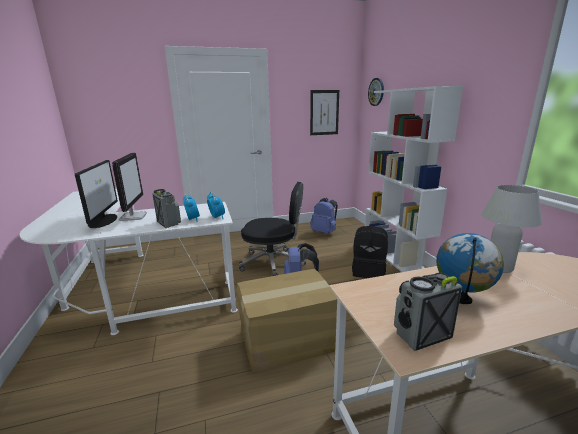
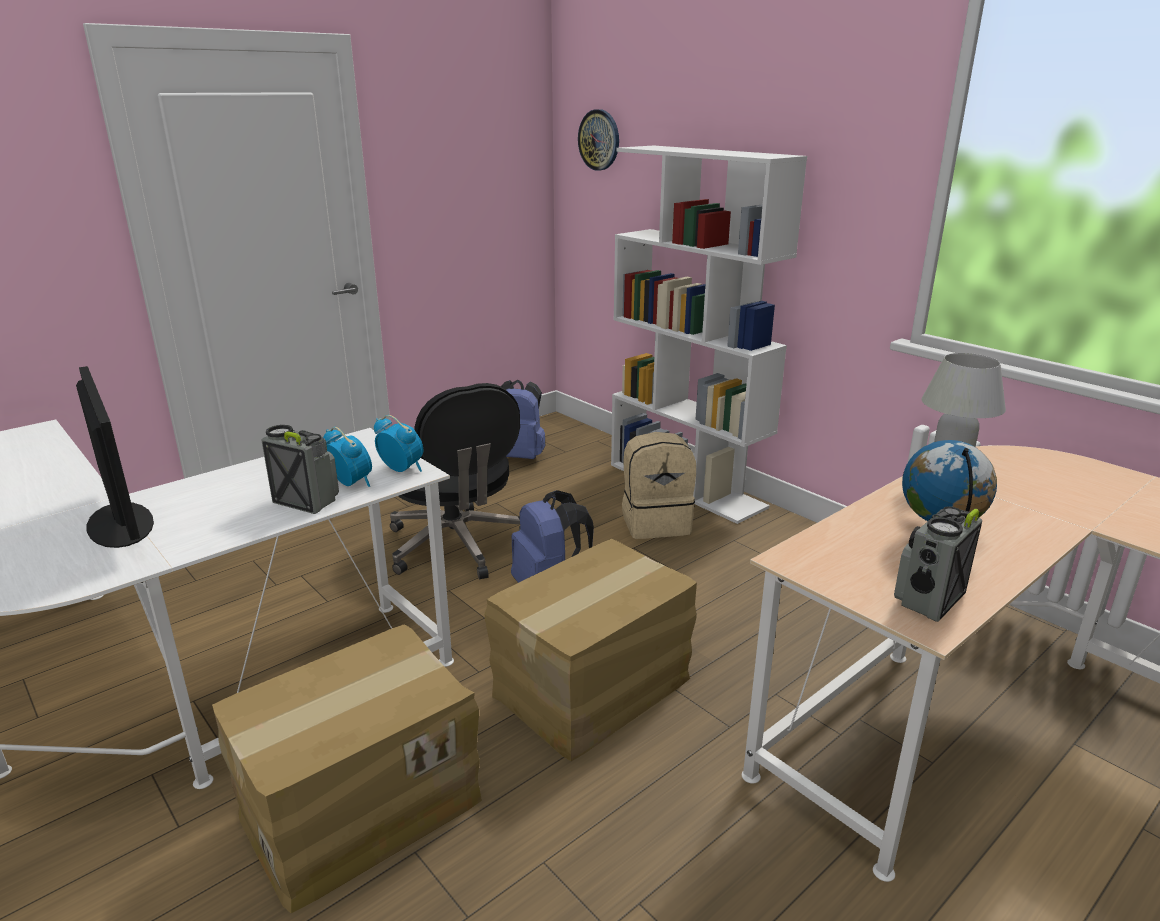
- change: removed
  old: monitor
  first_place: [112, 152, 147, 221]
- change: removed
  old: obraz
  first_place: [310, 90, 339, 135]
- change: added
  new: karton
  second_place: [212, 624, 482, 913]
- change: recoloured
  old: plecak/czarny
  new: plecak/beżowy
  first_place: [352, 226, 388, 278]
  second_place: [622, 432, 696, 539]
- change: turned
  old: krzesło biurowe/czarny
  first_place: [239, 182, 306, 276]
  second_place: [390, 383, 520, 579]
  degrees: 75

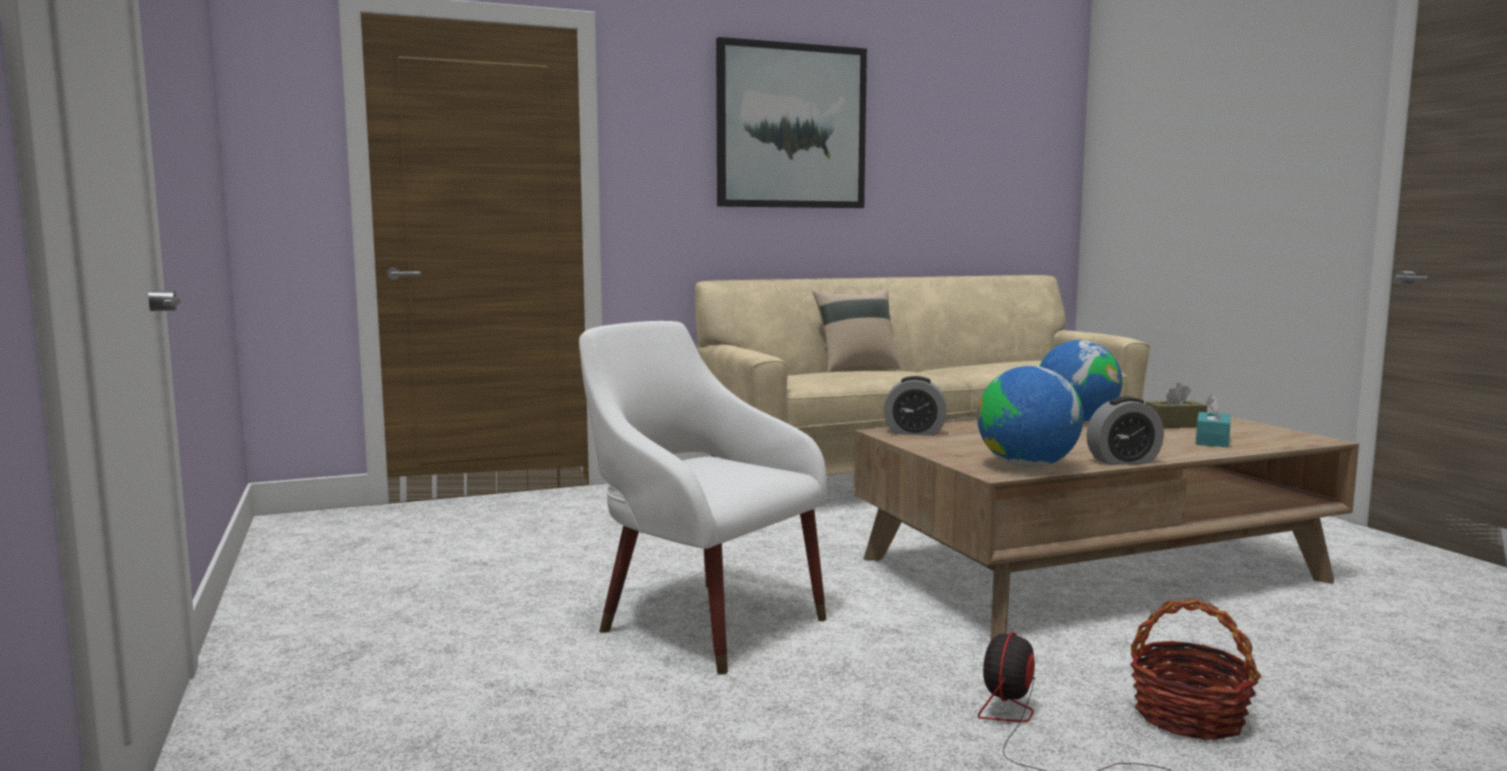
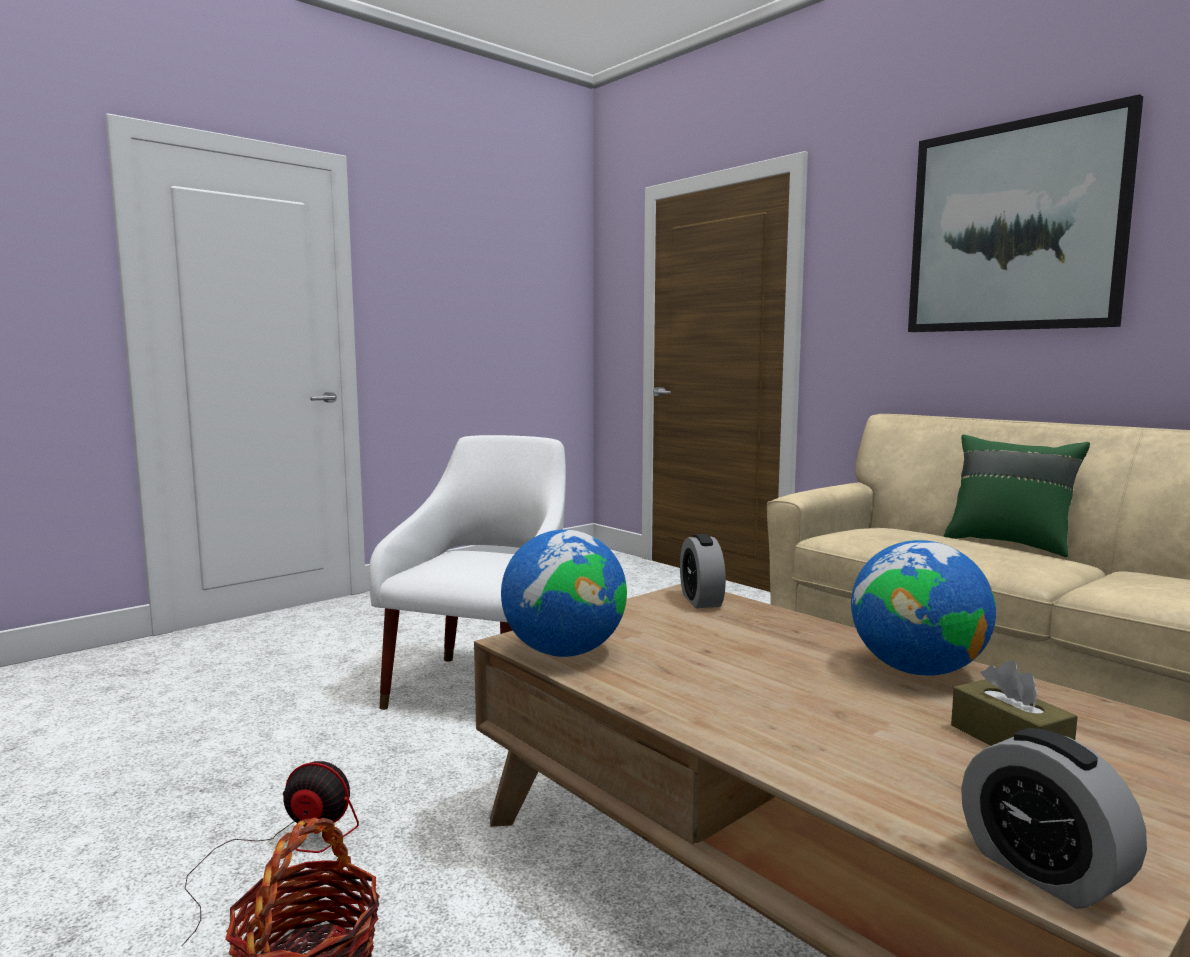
- change: removed
  old: pudełko chusteczek/turkusowy
  first_place: [1196, 394, 1230, 447]
- change: moved
  old: budzik
  first_place: [1087, 396, 1164, 465]
  second_place: [961, 728, 1147, 909]
- change: recoloured
  old: poduszka/beżowy
  new: poduszka/zielony
  first_place: [812, 288, 900, 372]
  second_place: [943, 434, 1090, 557]

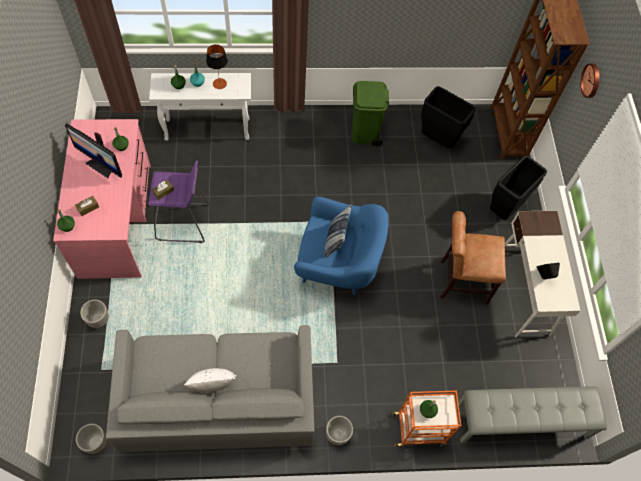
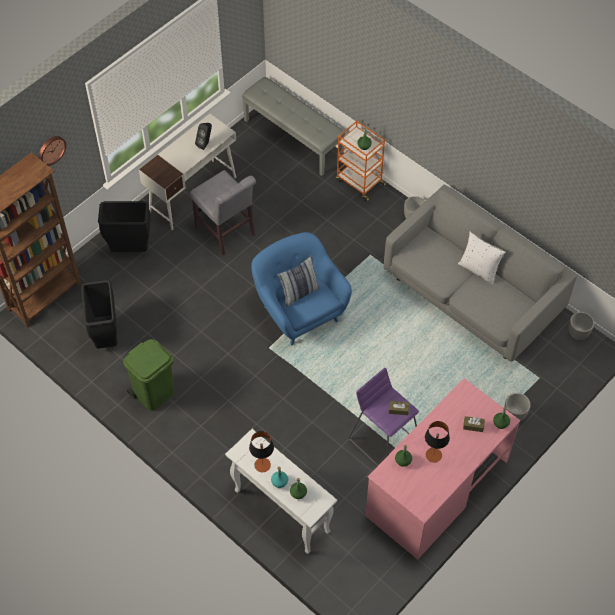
- change: replaced
  old: monitor
  new: lampa stołowa
  first_place: [65, 124, 122, 178]
  second_place: [425, 421, 450, 463]
- change: recoloured
  old: krzesło/brązowy
  new: krzesło/szary
  first_place: [440, 211, 506, 304]
  second_place: [190, 170, 256, 255]

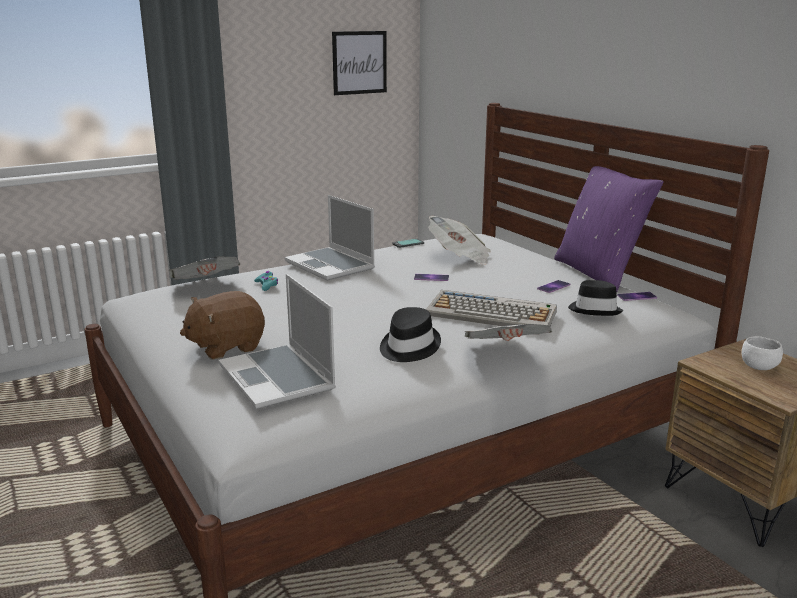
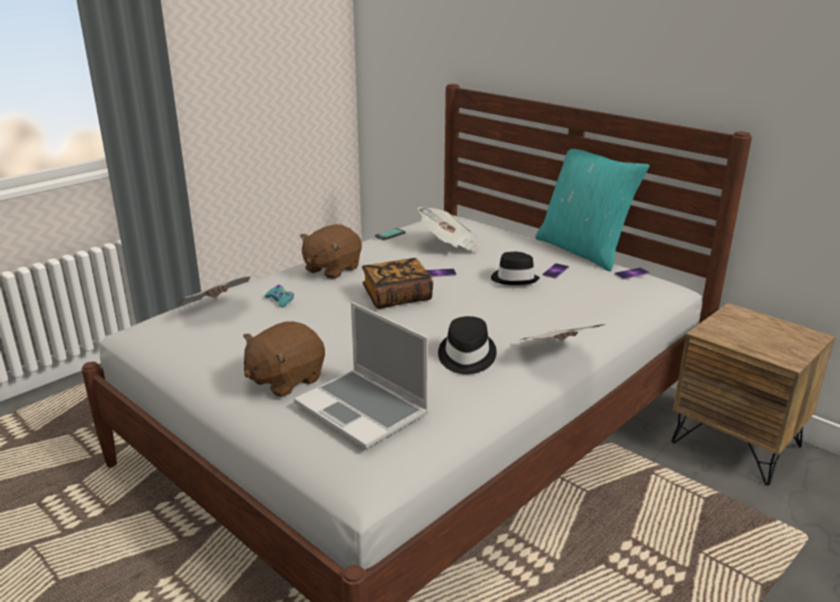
- change: removed
  old: obraz
  first_place: [332, 31, 387, 95]
- change: removed
  old: klawiatura
  first_place: [426, 290, 557, 326]
- change: removed
  old: miska/biały
  first_place: [742, 336, 783, 370]
- change: added
  new: książka
  second_place: [362, 258, 433, 309]
- change: moved
  old: kapelusz/czarny
  first_place: [568, 280, 623, 316]
  second_place: [491, 252, 540, 285]
- change: replaced
  old: laptop
  new: pluszak/brązowy
  first_place: [285, 195, 375, 281]
  second_place: [300, 224, 362, 279]
- change: recoloured
  old: poduszka/fioletowy
  new: poduszka/turkusowy
  first_place: [554, 166, 664, 293]
  second_place: [535, 149, 650, 272]

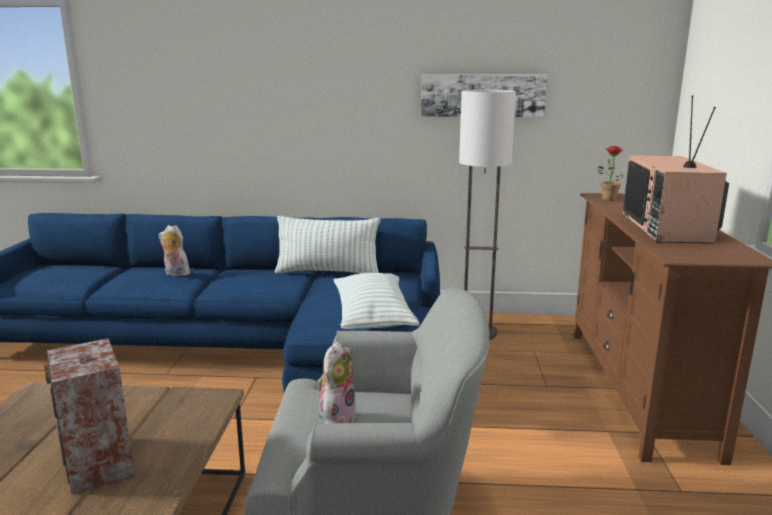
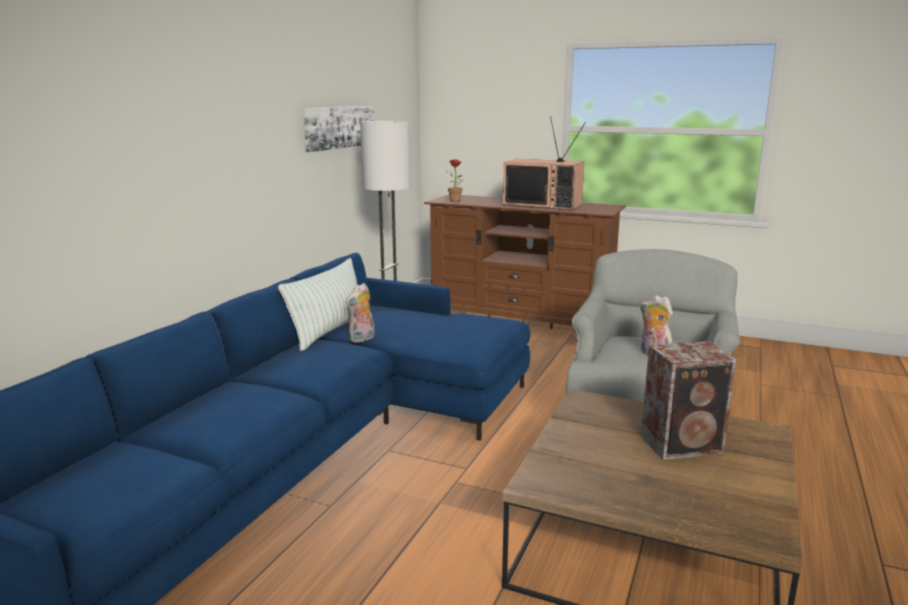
- change: removed
  old: poduszka
  first_place: [334, 273, 420, 329]
- change: moved
  old: pluszak
  first_place: [159, 225, 190, 276]
  second_place: [345, 283, 375, 343]

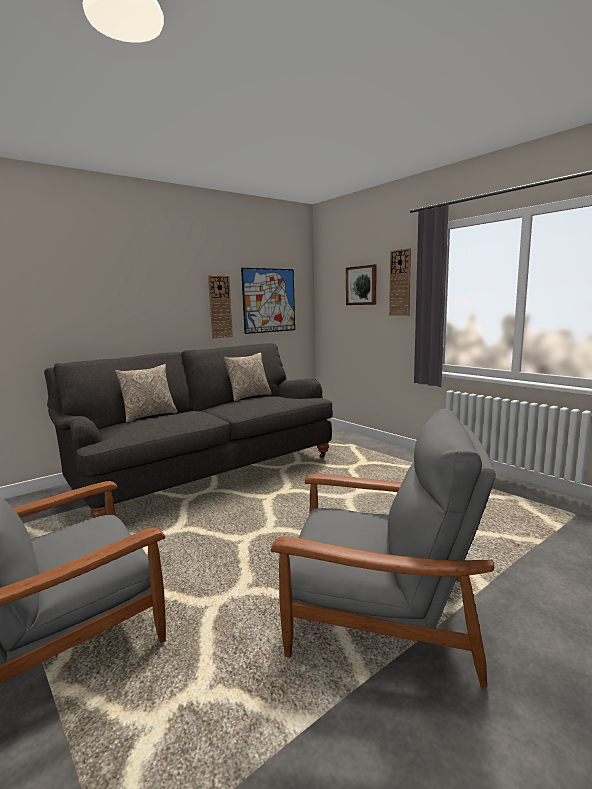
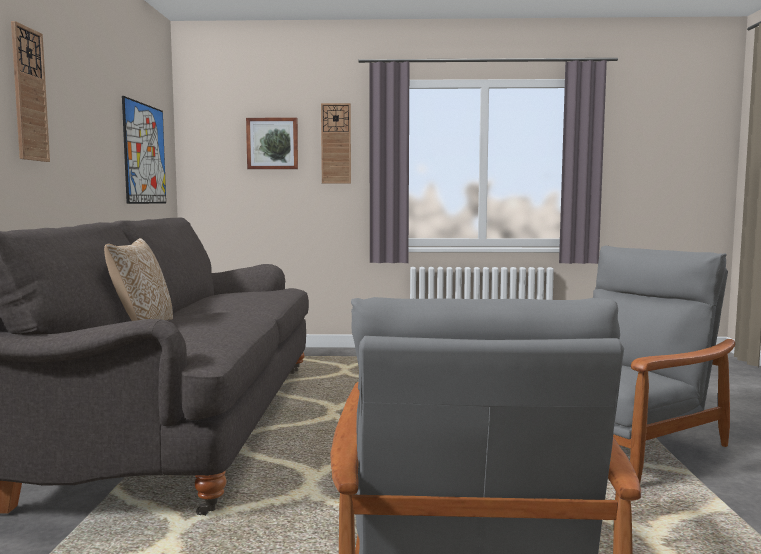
- change: removed
  old: poduszka
  first_place: [224, 352, 272, 402]
- change: moved
  old: zegar ścienny
  first_place: [208, 275, 233, 338]
  second_place: [11, 21, 50, 162]

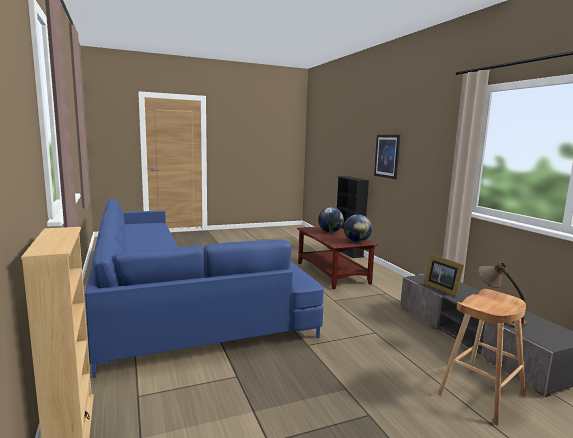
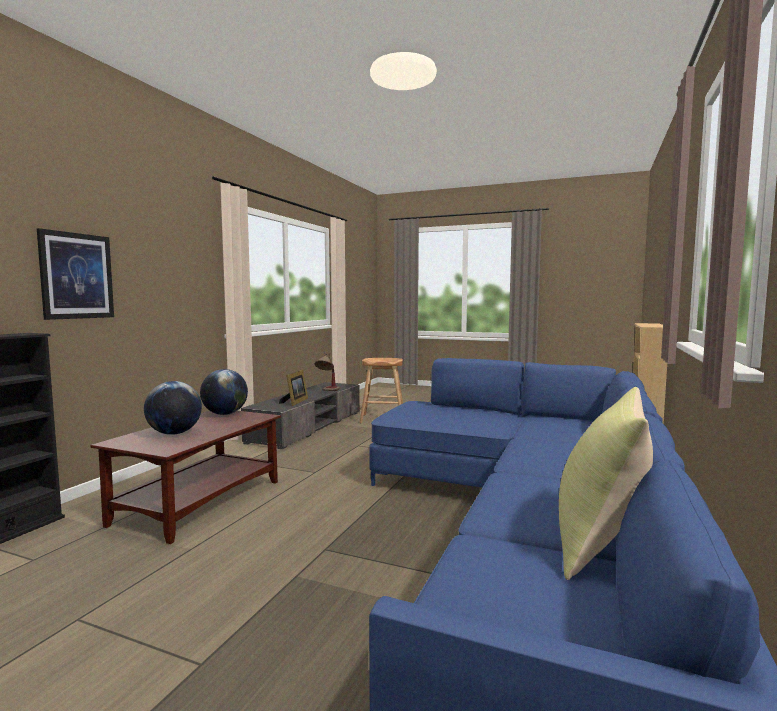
- change: added
  new: poduszka/żółty
  second_place: [559, 387, 653, 580]

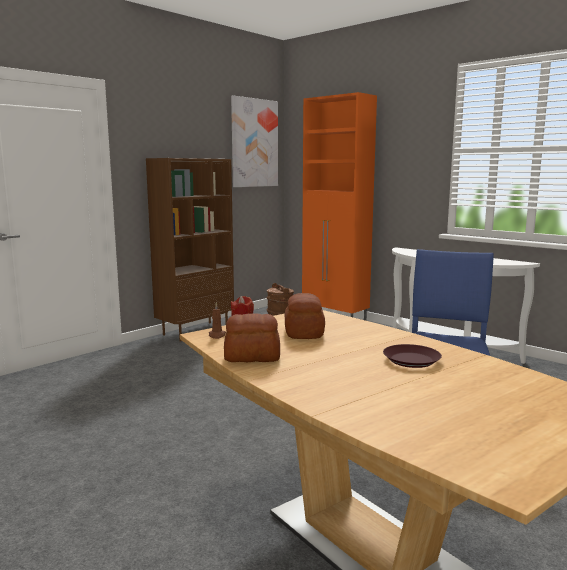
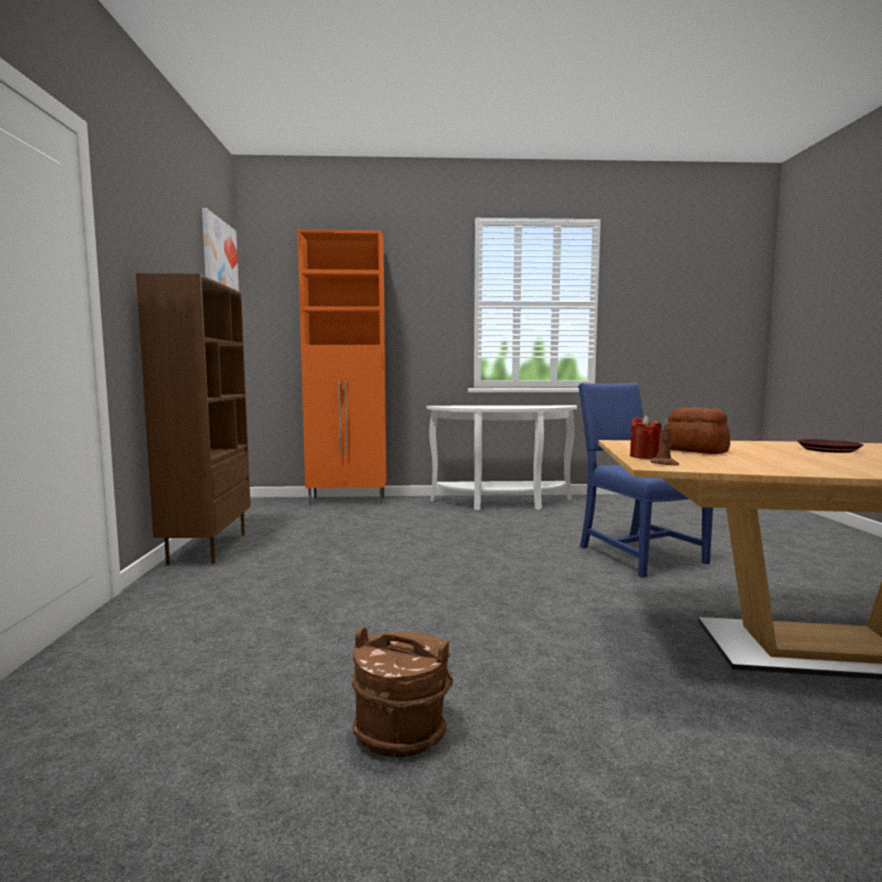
- change: removed
  old: chleb
  first_place: [224, 314, 280, 362]
- change: moved
  old: wiadro/brązowy
  first_place: [267, 283, 294, 316]
  second_place: [352, 627, 453, 757]

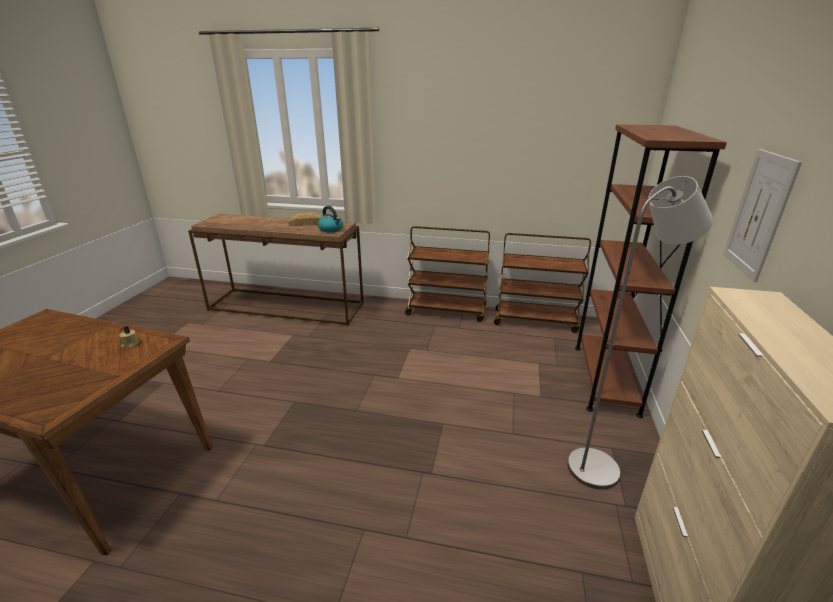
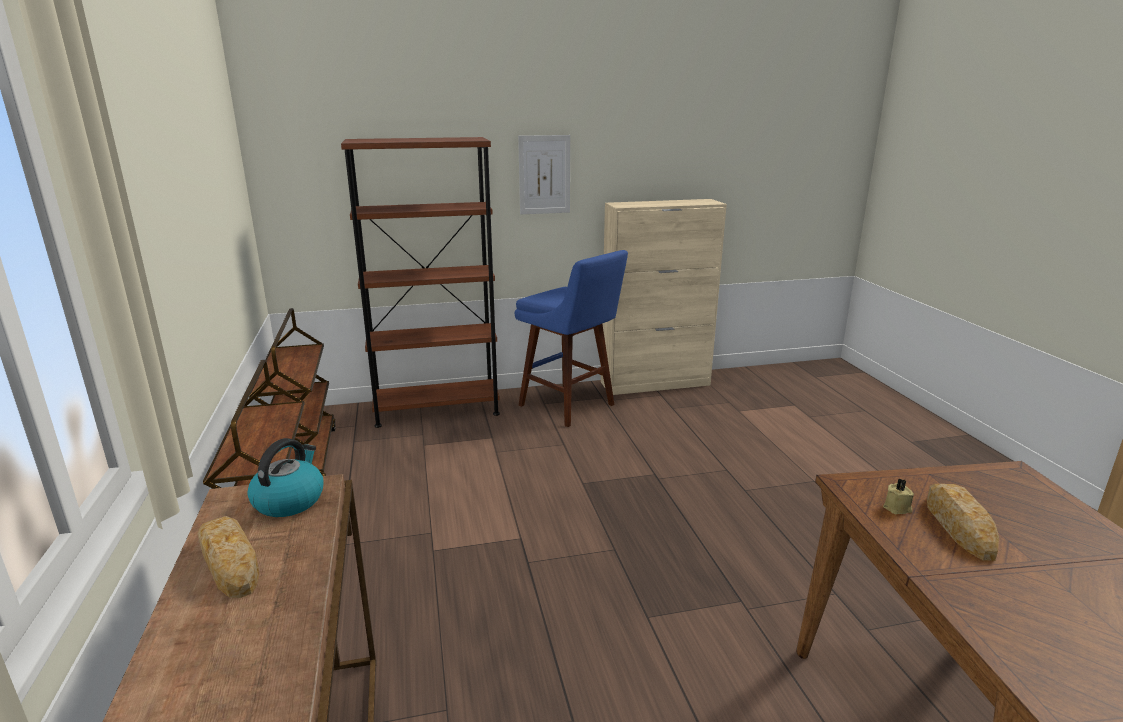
- change: added
  new: chleb
  second_place: [927, 484, 999, 561]
- change: replaced
  old: lampa stojąca/szary
  new: stołek/niebieski
  first_place: [567, 176, 713, 490]
  second_place: [515, 250, 628, 427]

